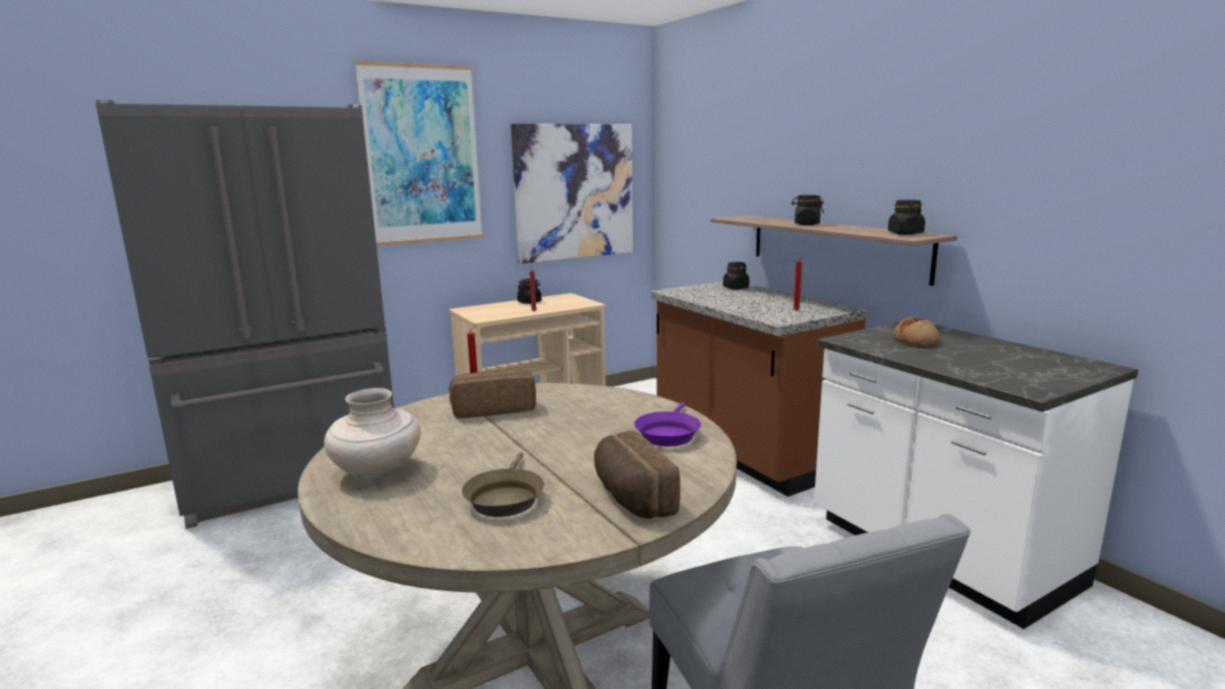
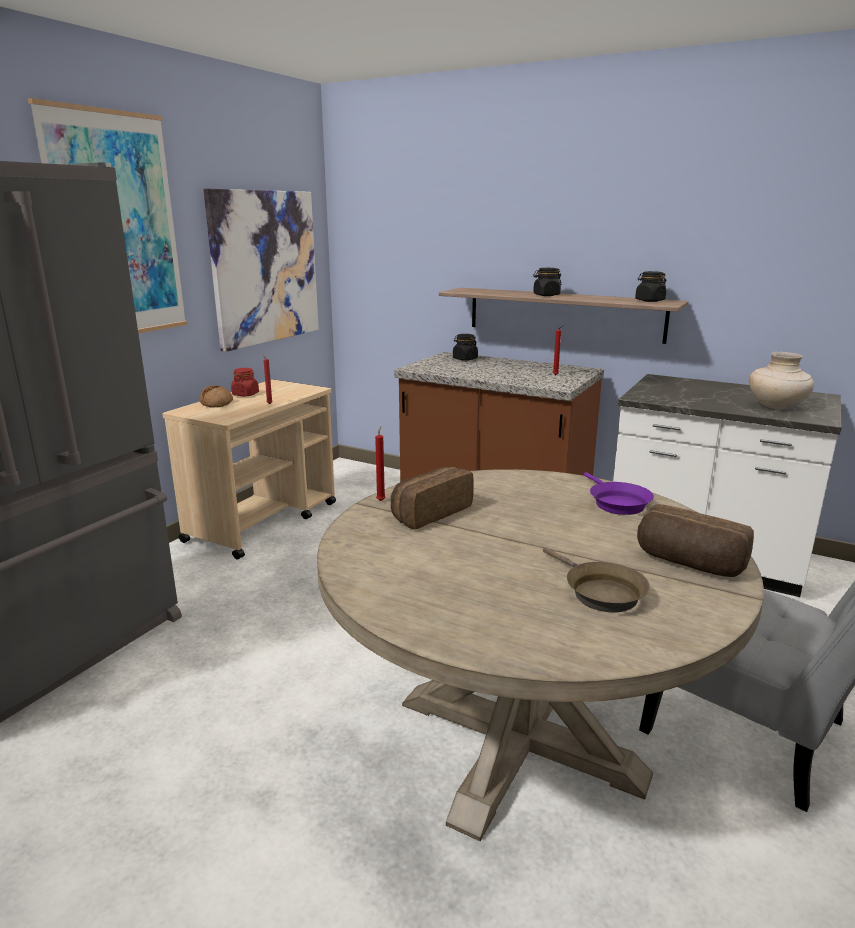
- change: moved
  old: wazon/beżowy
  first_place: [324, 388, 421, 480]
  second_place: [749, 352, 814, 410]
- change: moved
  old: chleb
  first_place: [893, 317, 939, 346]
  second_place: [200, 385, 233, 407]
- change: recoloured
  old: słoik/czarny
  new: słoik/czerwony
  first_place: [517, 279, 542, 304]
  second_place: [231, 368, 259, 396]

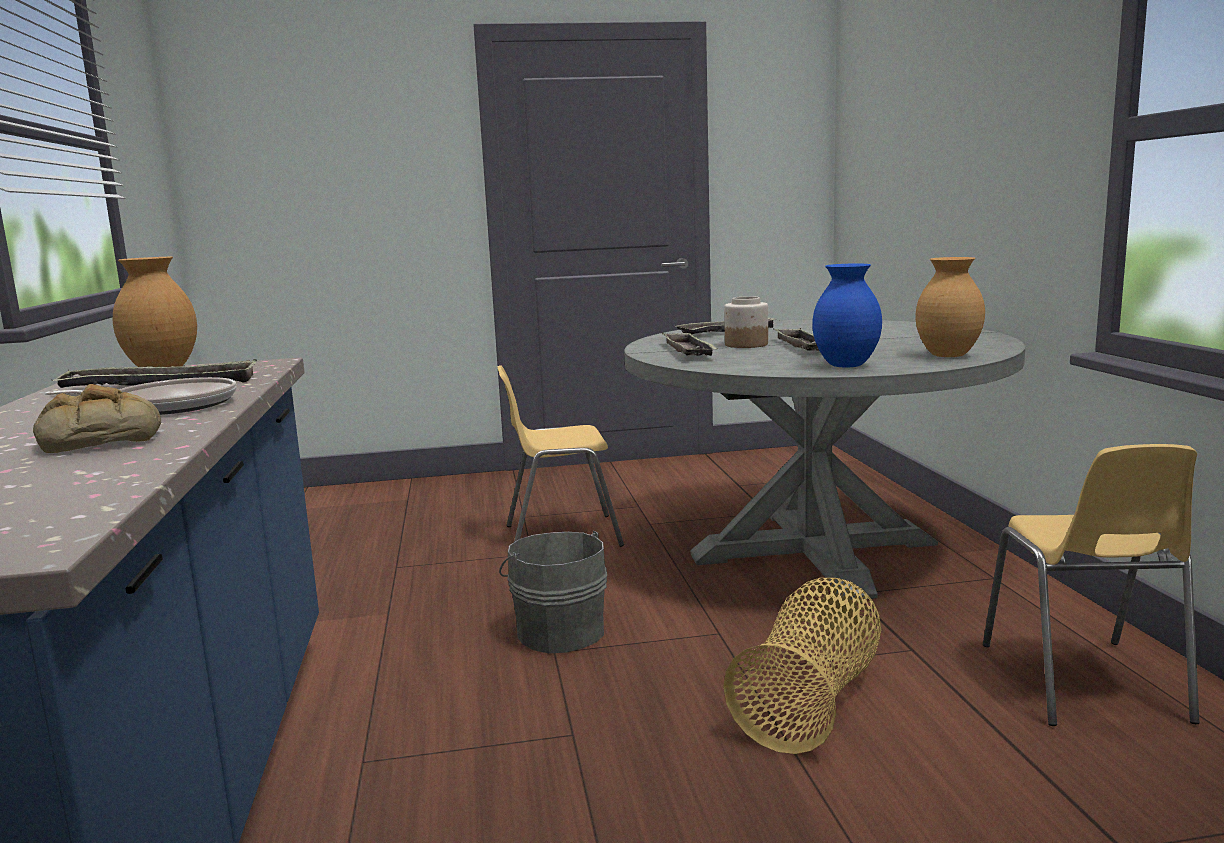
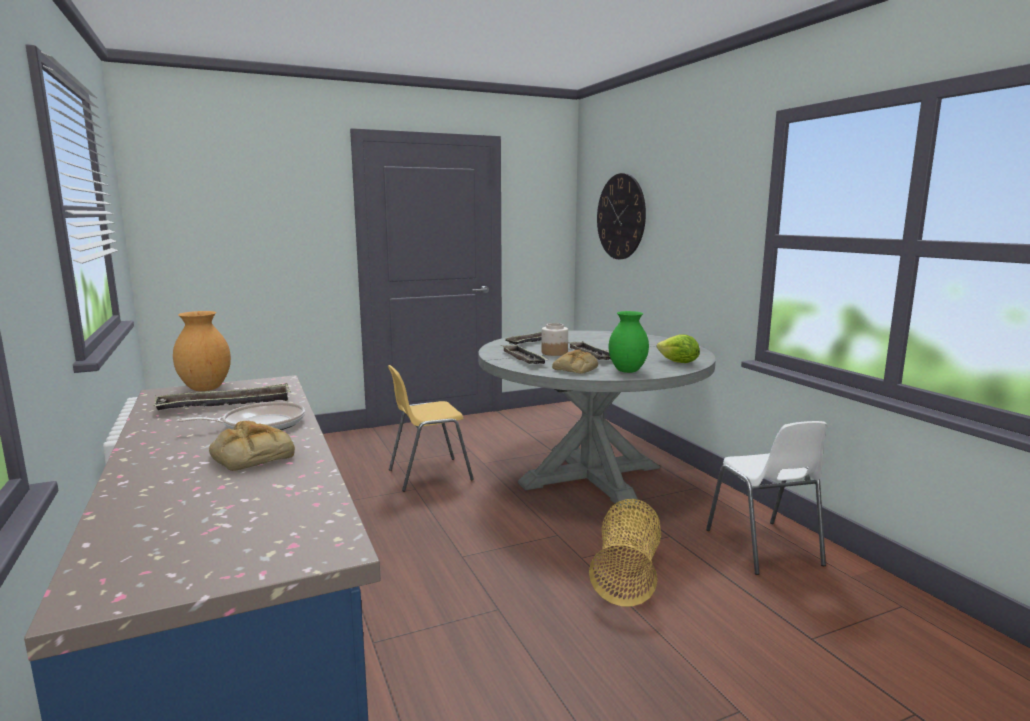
- change: removed
  old: wiadro/szary
  first_place: [499, 531, 607, 653]
- change: added
  new: chleb
  second_place: [552, 349, 598, 374]
- change: added
  new: zegar ścienny
  second_place: [597, 173, 646, 259]
- change: replaced
  old: wazon/brązowy
  new: sałata
  first_place: [916, 257, 985, 357]
  second_place: [657, 334, 700, 363]
- change: recoloured
  old: wazon/niebieski
  new: wazon/zielony
  first_place: [812, 263, 882, 367]
  second_place: [609, 311, 649, 373]
- change: recoloured
  old: krzesło/żółty
  new: krzesło/biały
  first_place: [983, 444, 1200, 726]
  second_place: [706, 421, 828, 575]

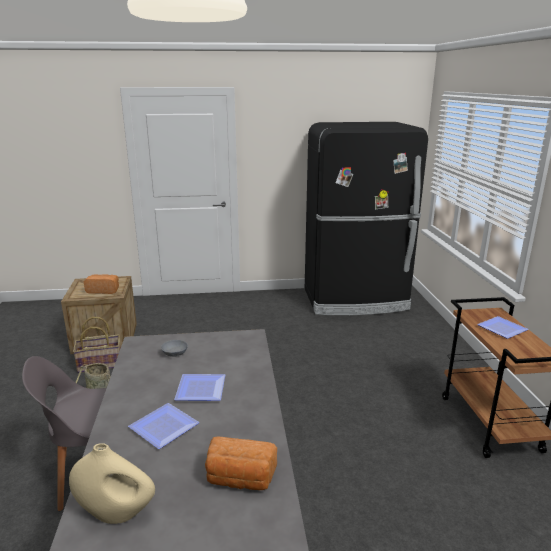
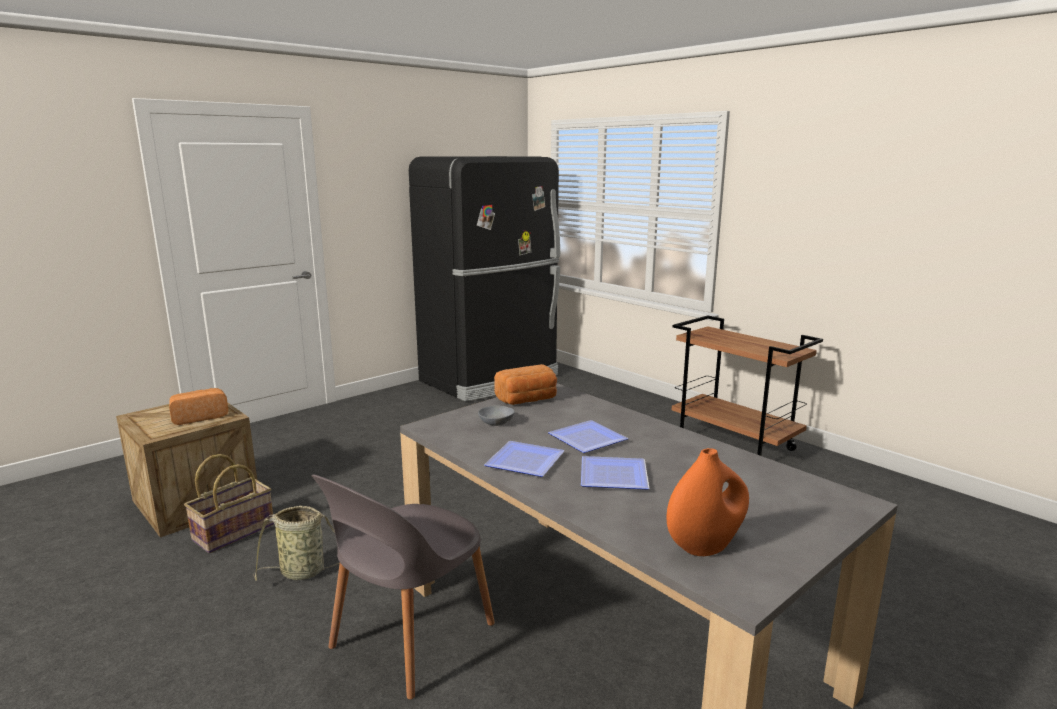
- change: moved
  old: chleb
  first_place: [205, 437, 277, 490]
  second_place: [494, 364, 557, 405]
- change: moved
  old: talerz
  first_place: [477, 316, 529, 339]
  second_place: [484, 441, 564, 477]
- change: recoloured
  old: wazon/beżowy
  new: wazon/pomarańczowy
  first_place: [69, 443, 155, 524]
  second_place: [667, 448, 749, 556]

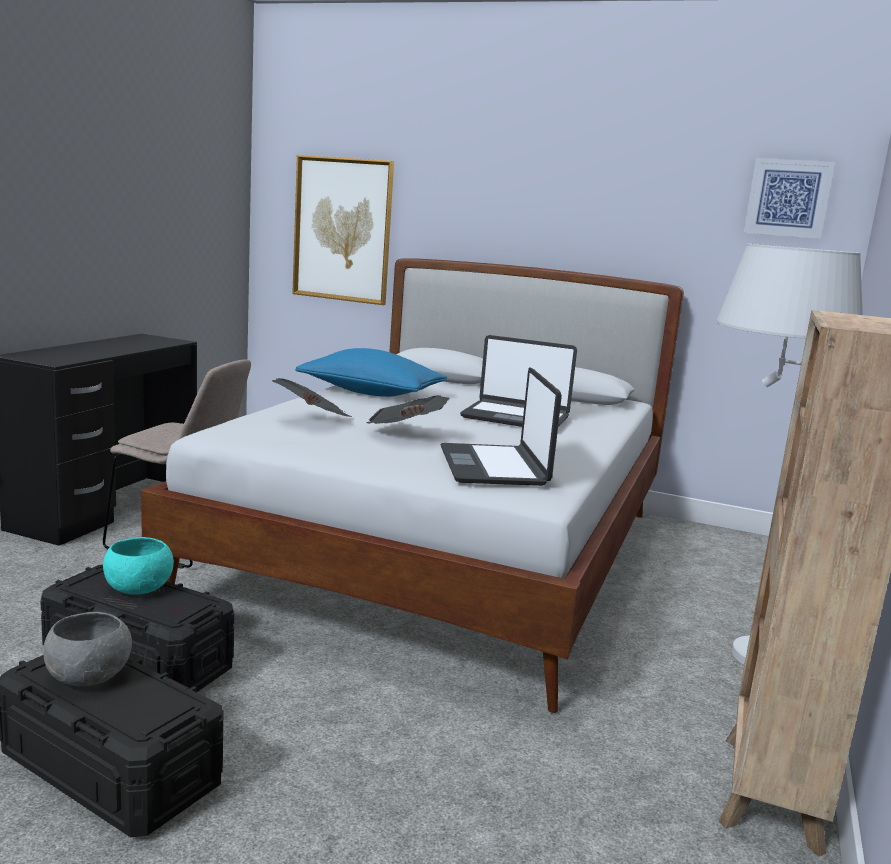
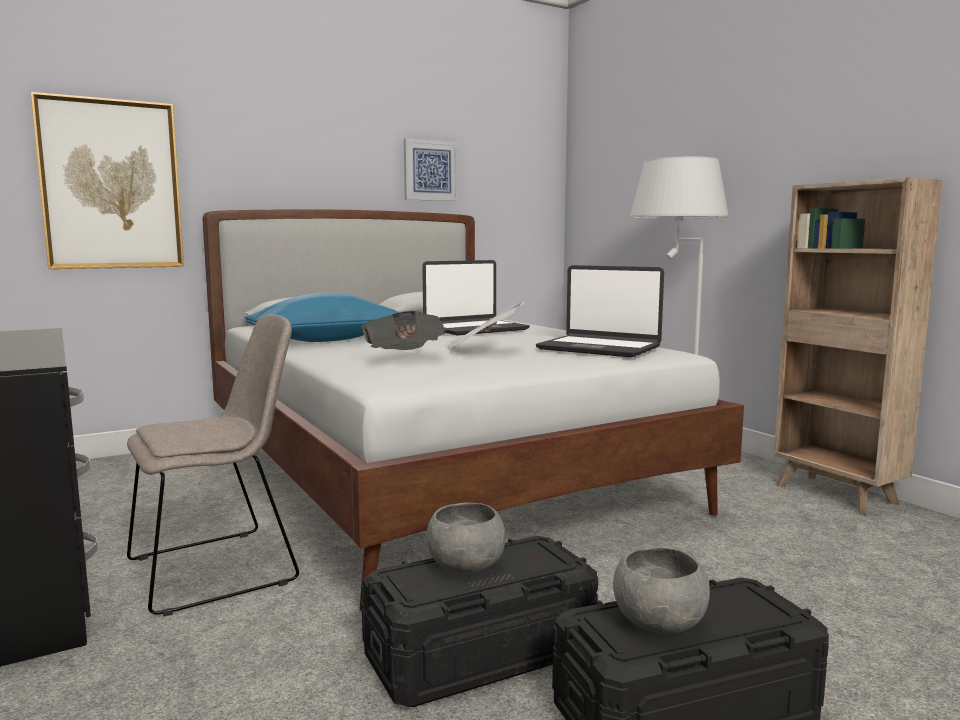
- change: moved
  old: obraz
  first_place: [744, 158, 835, 239]
  second_place: [404, 138, 458, 201]
- change: recoloured
  old: miska/turkusowy
  new: miska/szary
  first_place: [103, 537, 174, 595]
  second_place: [426, 502, 506, 573]

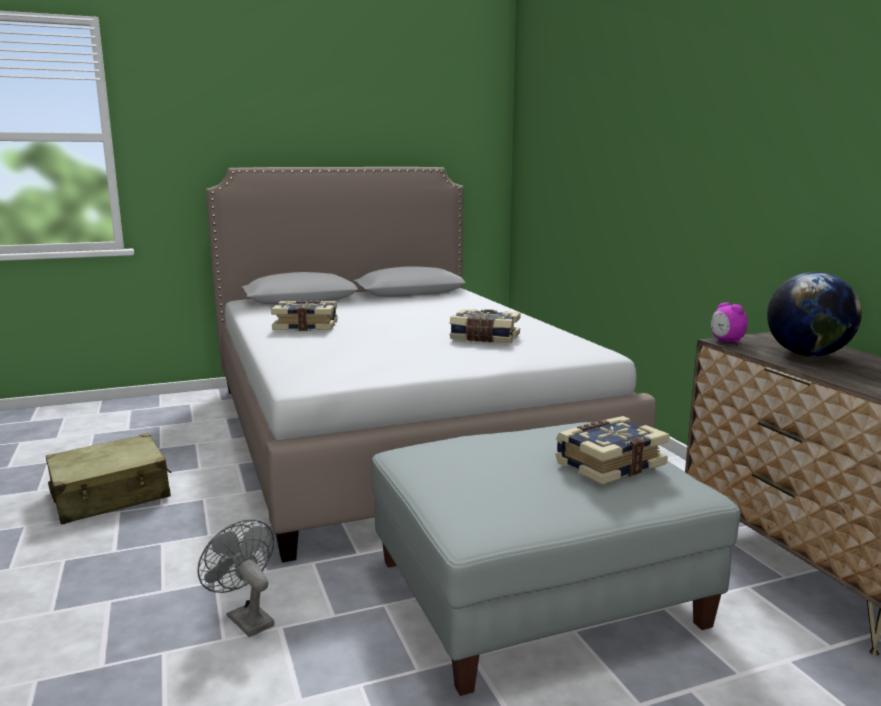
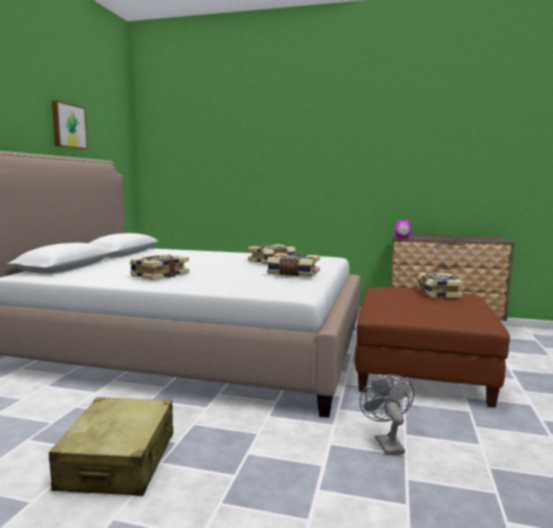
- change: removed
  old: globus
  first_place: [767, 272, 862, 356]
- change: added
  new: obraz
  second_place: [52, 100, 88, 150]
- change: added
  new: książka
  second_place: [267, 253, 320, 277]
- change: recoloured
  old: pufa/szary
  new: pufa/brązowy
  first_place: [372, 422, 741, 696]
  second_place: [355, 287, 510, 408]
- change: turned
  old: wentylator/szary
  first_place: [197, 520, 274, 637]
  second_place: [360, 374, 414, 455]
  degrees: 90

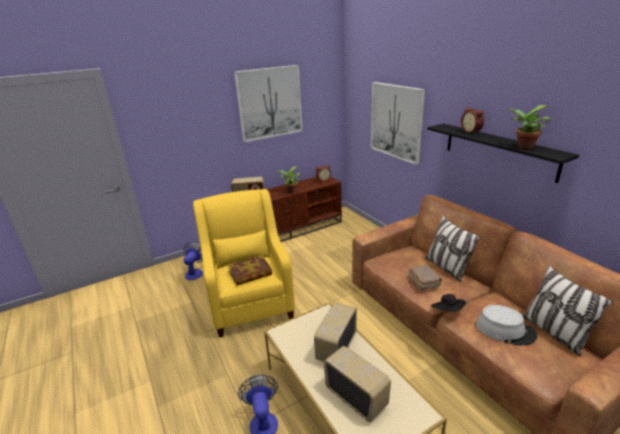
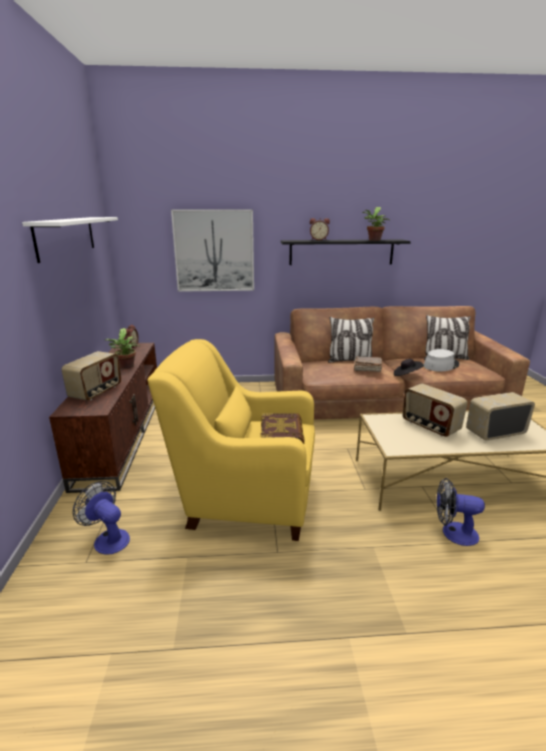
- change: replaced
  old: obraz
  new: półka/biały
  first_place: [234, 65, 303, 143]
  second_place: [22, 217, 118, 263]

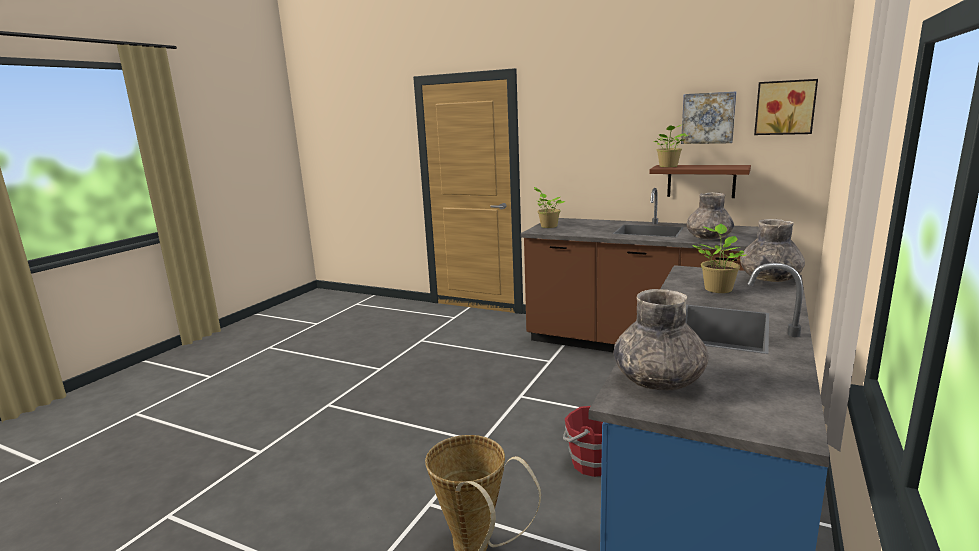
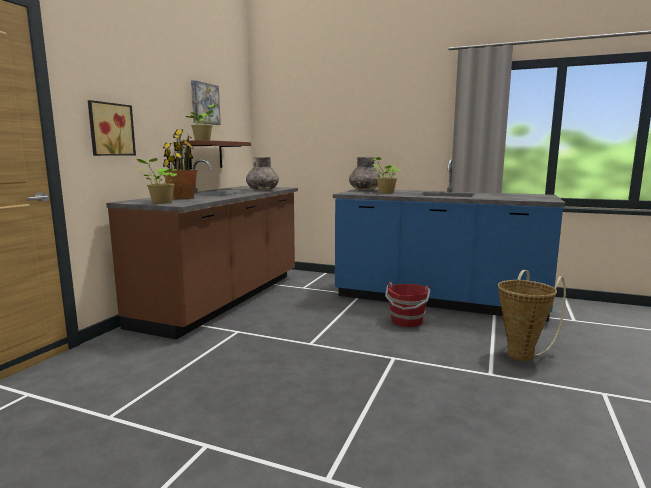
- change: removed
  old: wazon/szary
  first_place: [613, 289, 709, 390]
- change: added
  new: roślina doniczkowa
  second_place: [163, 129, 197, 199]
- change: moved
  old: obraz
  first_place: [754, 79, 818, 135]
  second_place: [88, 100, 136, 156]

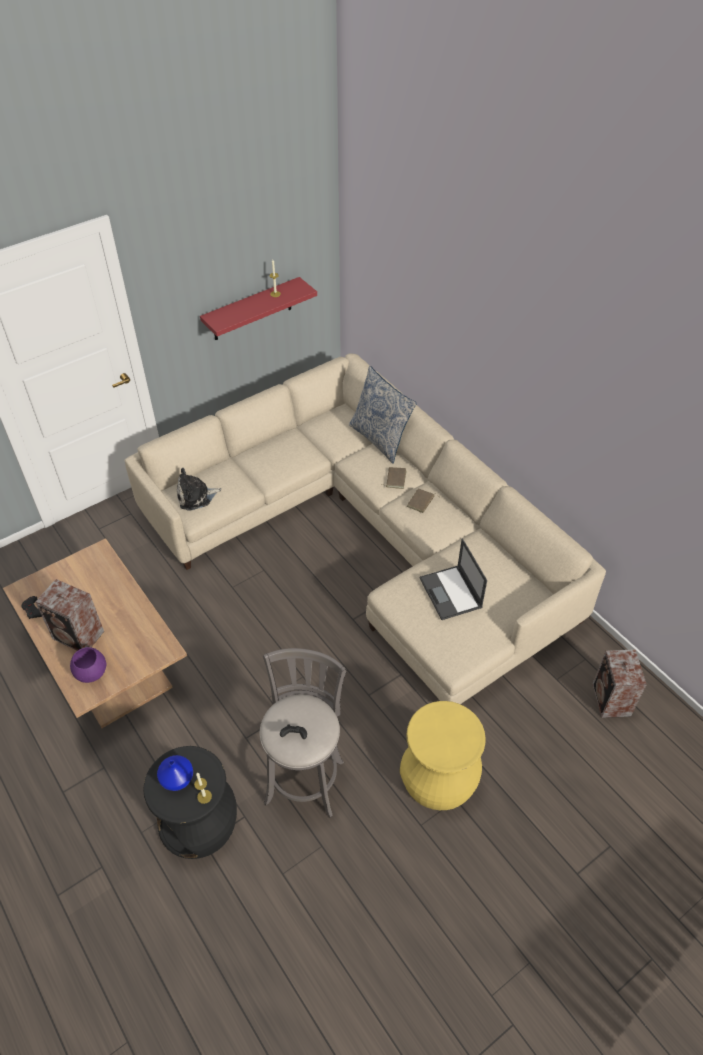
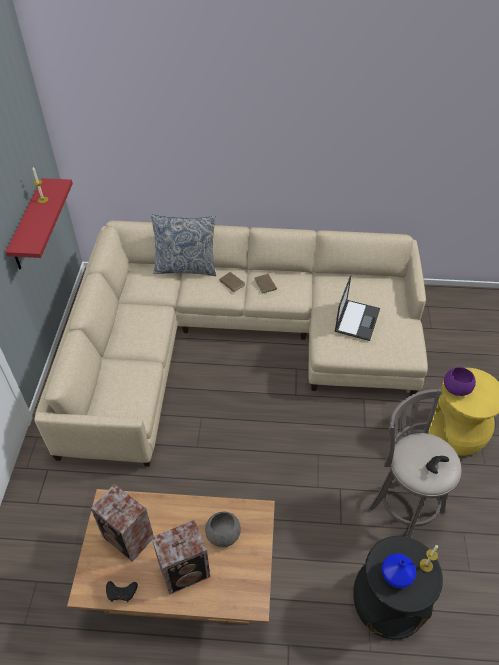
- change: removed
  old: pluszak
  first_place: [177, 468, 222, 511]
- change: added
  new: miska/szary
  second_place: [205, 512, 241, 547]
- change: moved
  old: miska/fioletowy
  first_place: [70, 647, 106, 683]
  second_place: [444, 367, 476, 396]
- change: moved
  old: głośnik
  first_place: [592, 649, 647, 718]
  second_place: [90, 484, 154, 562]
- change: turned
  old: laptop
  first_place: [420, 539, 487, 620]
  second_place: [334, 275, 380, 341]
  degrees: -90

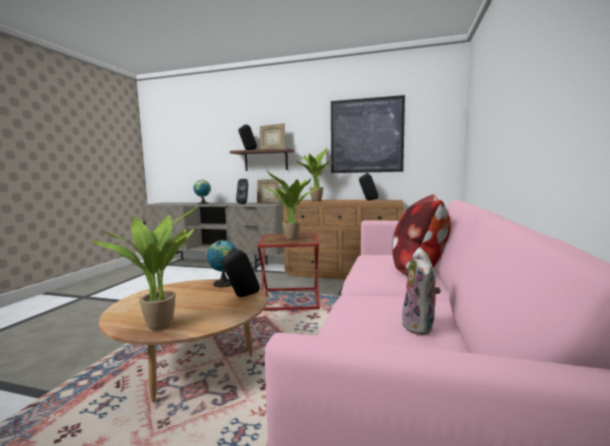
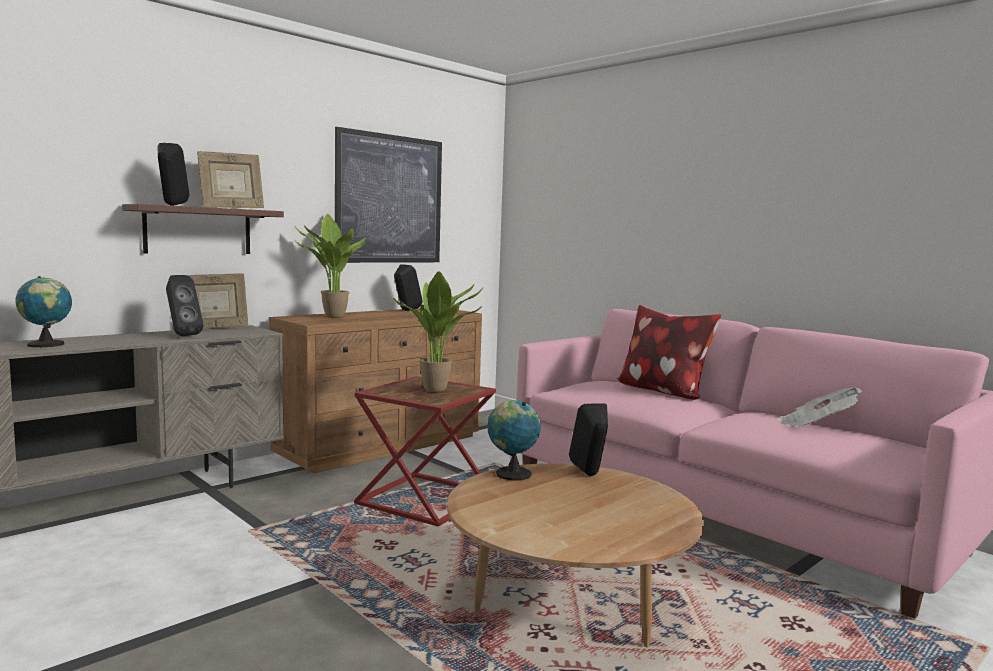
- change: removed
  old: roślina doniczkowa
  first_place: [91, 204, 199, 330]
- change: replaced
  old: pluszak
  new: gazeta
  first_place: [402, 247, 441, 335]
  second_place: [777, 388, 862, 427]

